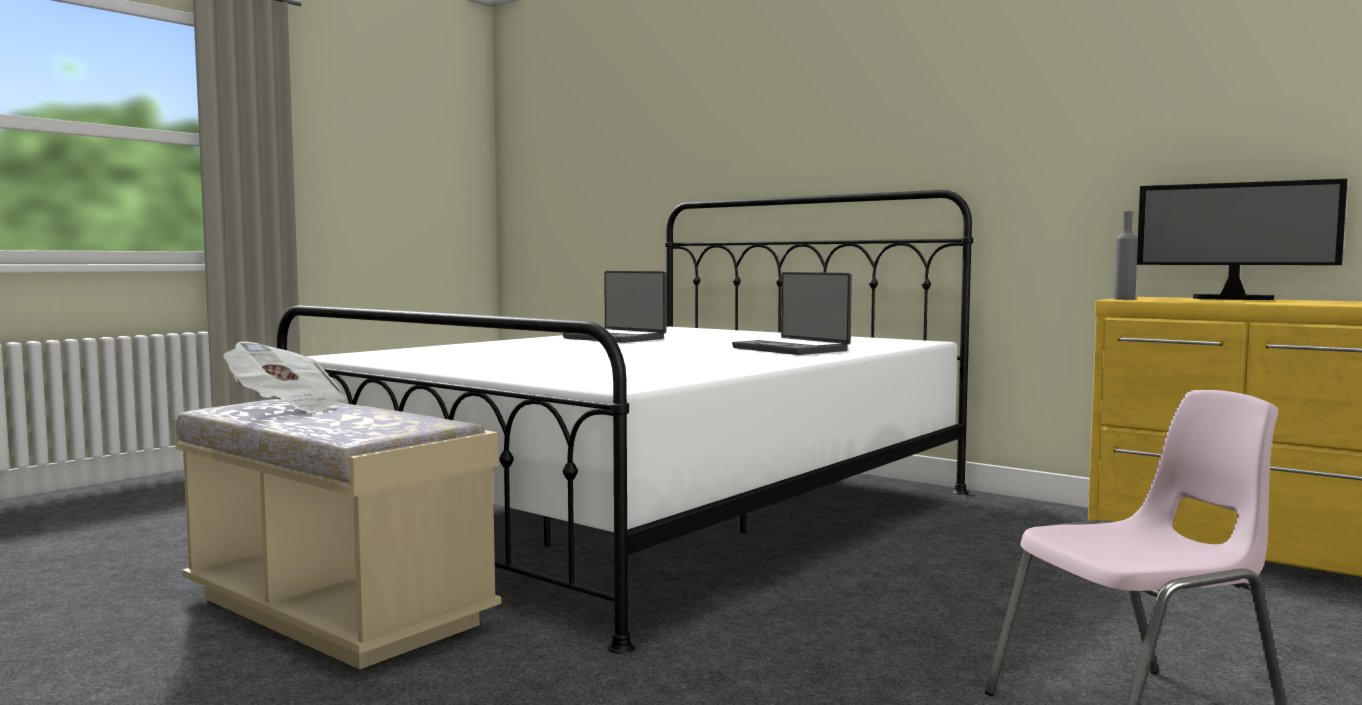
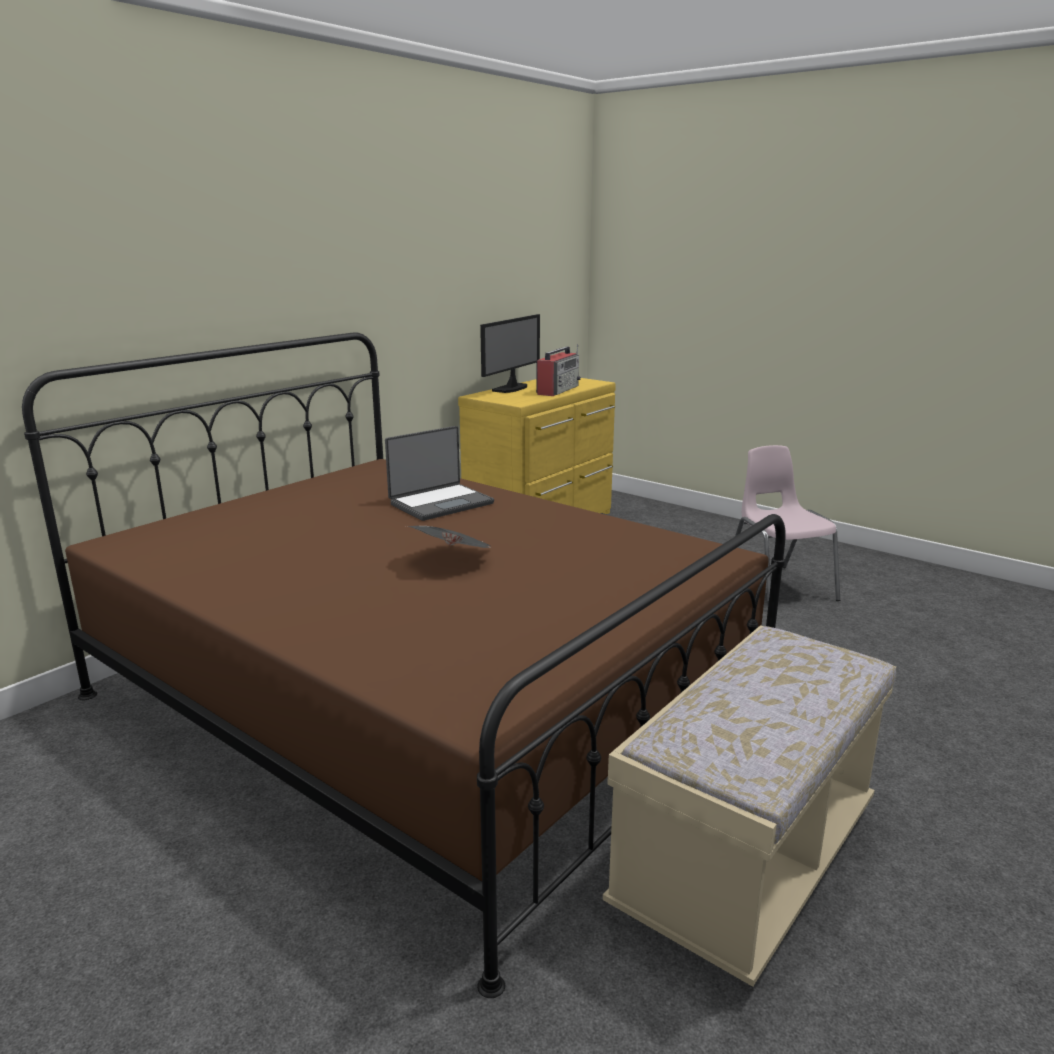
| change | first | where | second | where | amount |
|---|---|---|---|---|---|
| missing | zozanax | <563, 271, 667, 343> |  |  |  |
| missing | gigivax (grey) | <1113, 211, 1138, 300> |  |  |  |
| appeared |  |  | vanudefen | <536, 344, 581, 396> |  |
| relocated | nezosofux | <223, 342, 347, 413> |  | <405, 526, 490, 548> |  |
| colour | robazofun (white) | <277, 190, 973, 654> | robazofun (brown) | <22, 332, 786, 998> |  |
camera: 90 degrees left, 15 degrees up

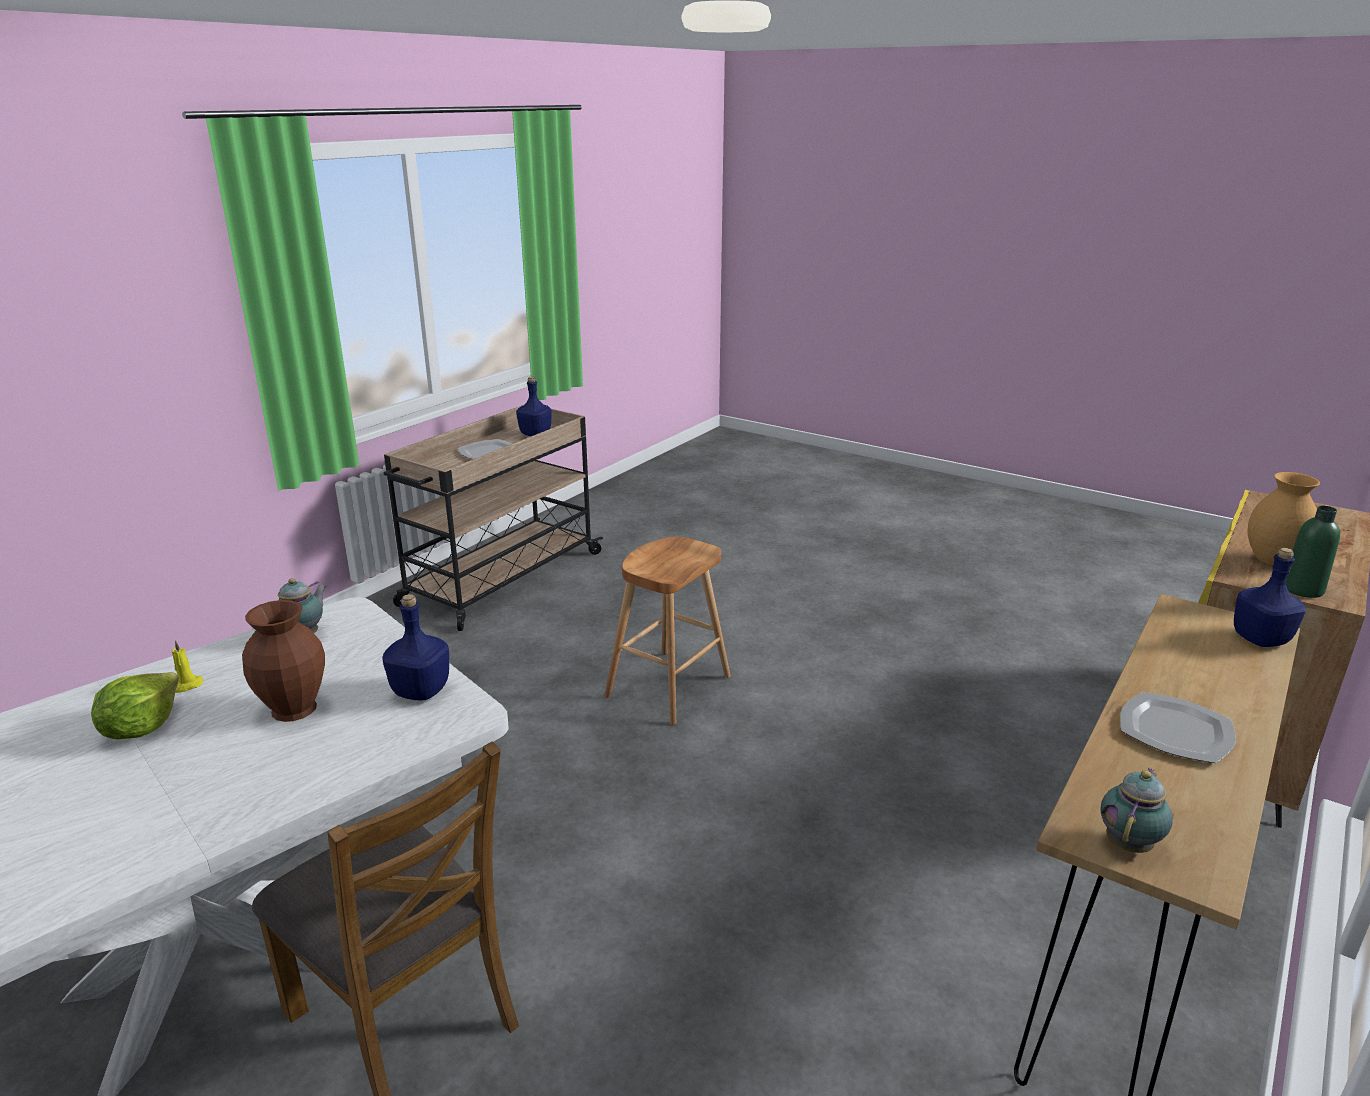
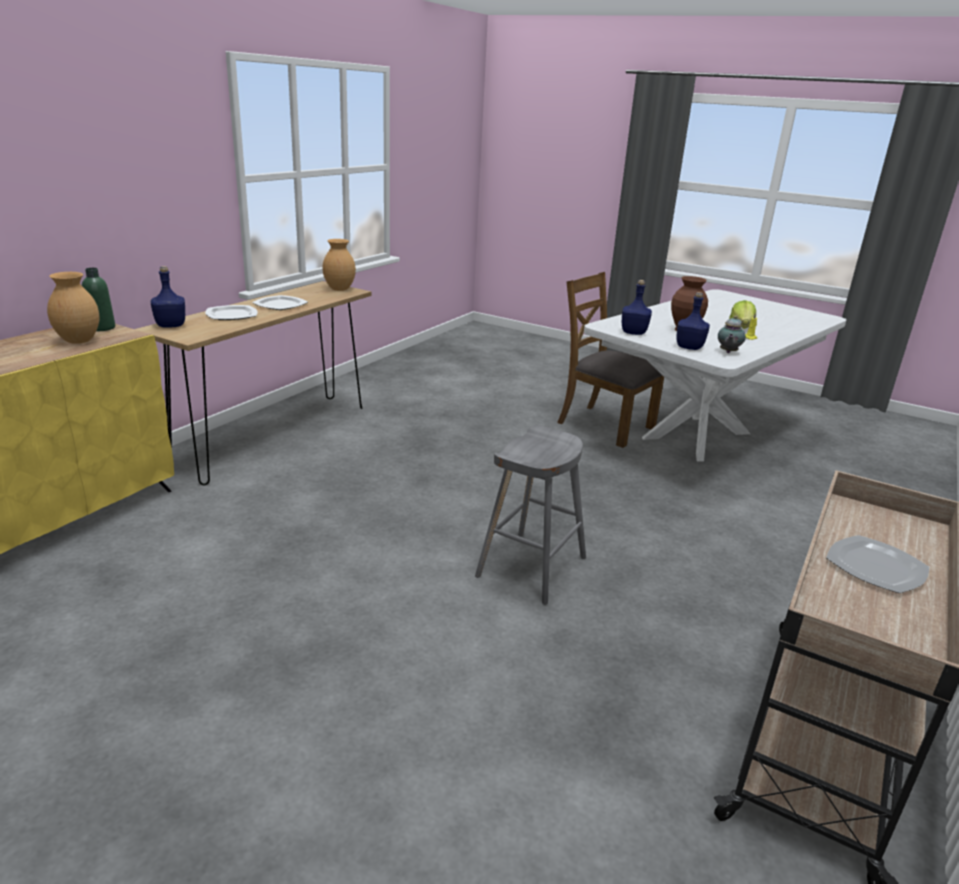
| change | first | where | second | where | amount |
|---|---|---|---|---|---|
| appeared |  |  | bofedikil | <205, 305, 258, 320> |  |
| relocated | gigivax (blue) | <516, 376, 552, 436> |  | <677, 292, 710, 350> |  |
| exchanged | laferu | <1101, 768, 1173, 853> | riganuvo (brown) | <322, 239, 356, 291> |  |
| colour | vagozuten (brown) | <604, 537, 731, 725> | vagozuten (grey) | <475, 425, 586, 605> |  |
camera: 175 degrees right, 0 degrees up

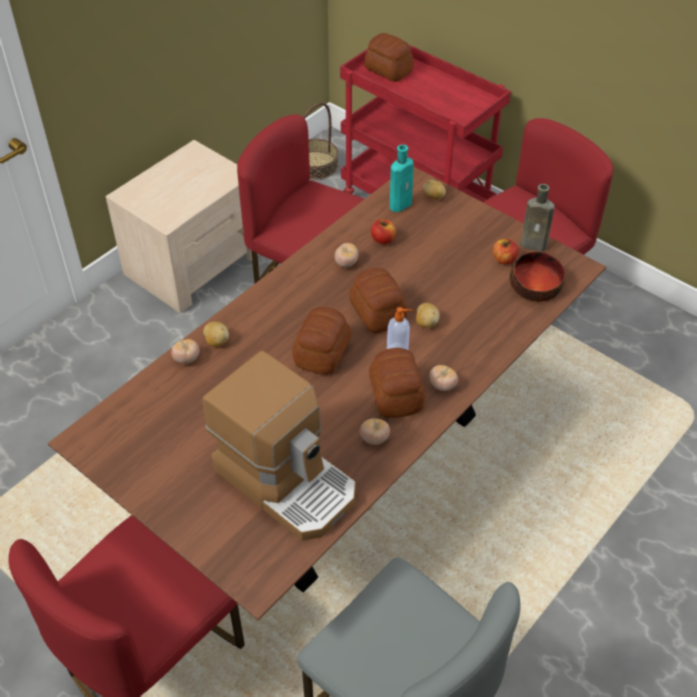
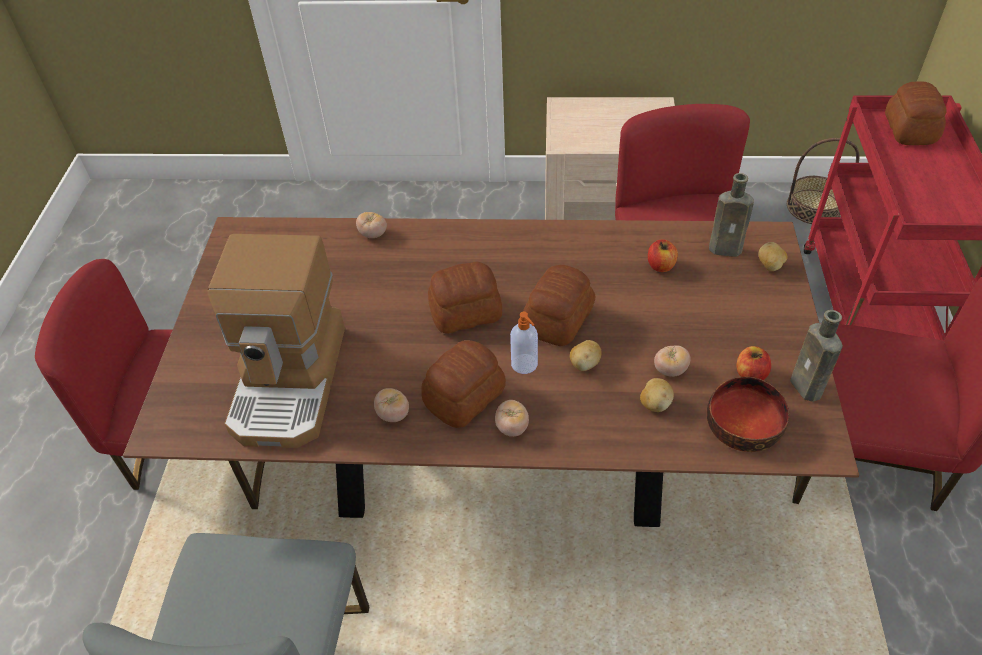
| change | first | where | second | where | amount |
|---|---|---|---|---|---|
| relocated | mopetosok | <203, 322, 229, 347> |  | <640, 378, 674, 412> |  |
| relocated | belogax | <335, 243, 359, 267> |  | <654, 345, 691, 377> |  |
| colour | gigivax (turquoise) | <390, 145, 414, 212> | gigivax (brown) | <709, 173, 754, 257> |  |
camera: 55 degrees right, 0 degrees up

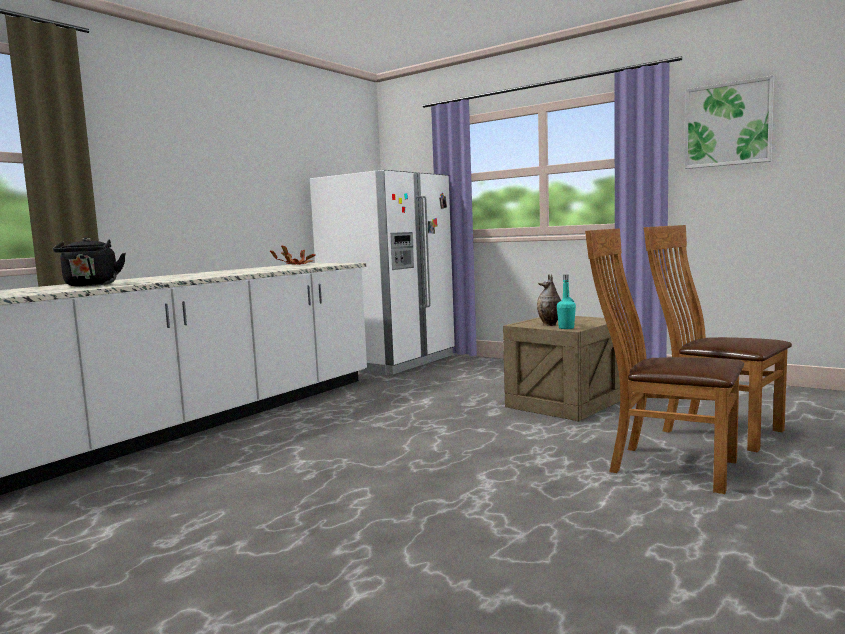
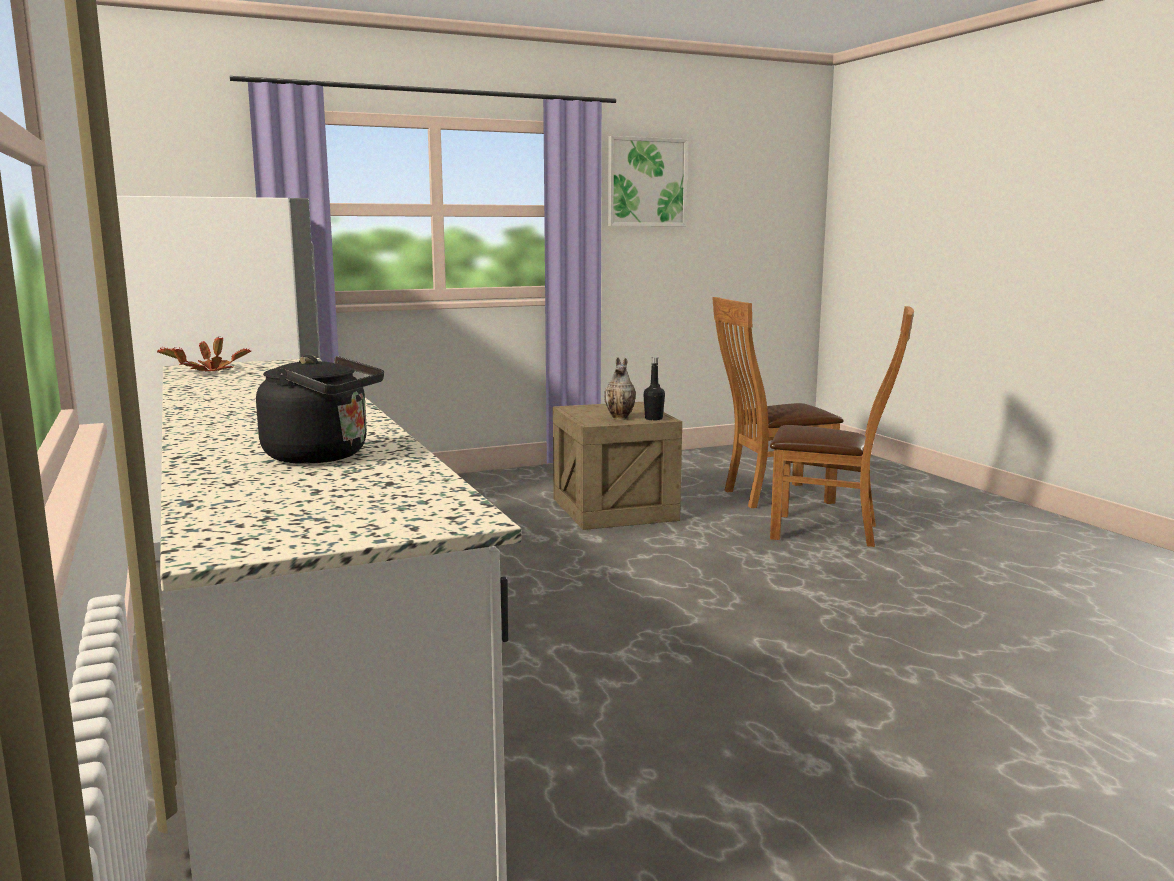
| change | first | where | second | where | amount |
|---|---|---|---|---|---|
| colour | gigivax (turquoise) | <557, 275, 576, 329> | gigivax (black) | <643, 357, 665, 421> |  |
| spun | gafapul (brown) | <585, 228, 744, 494> |  | <770, 306, 914, 547> | 135 degrees counterclockwise |
camera: 60 degrees left, 5 degrees up

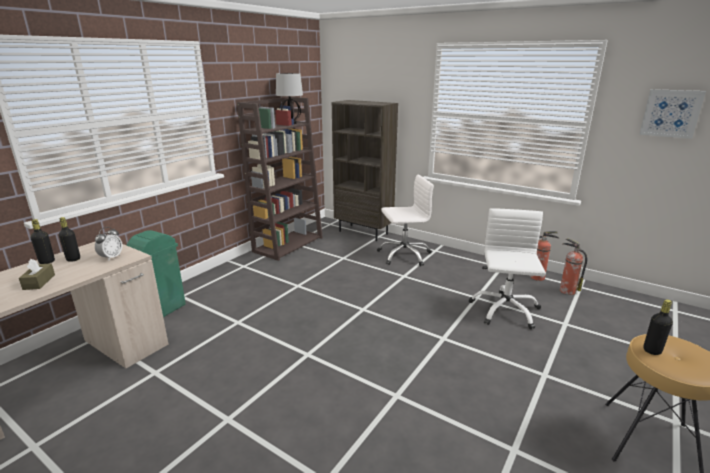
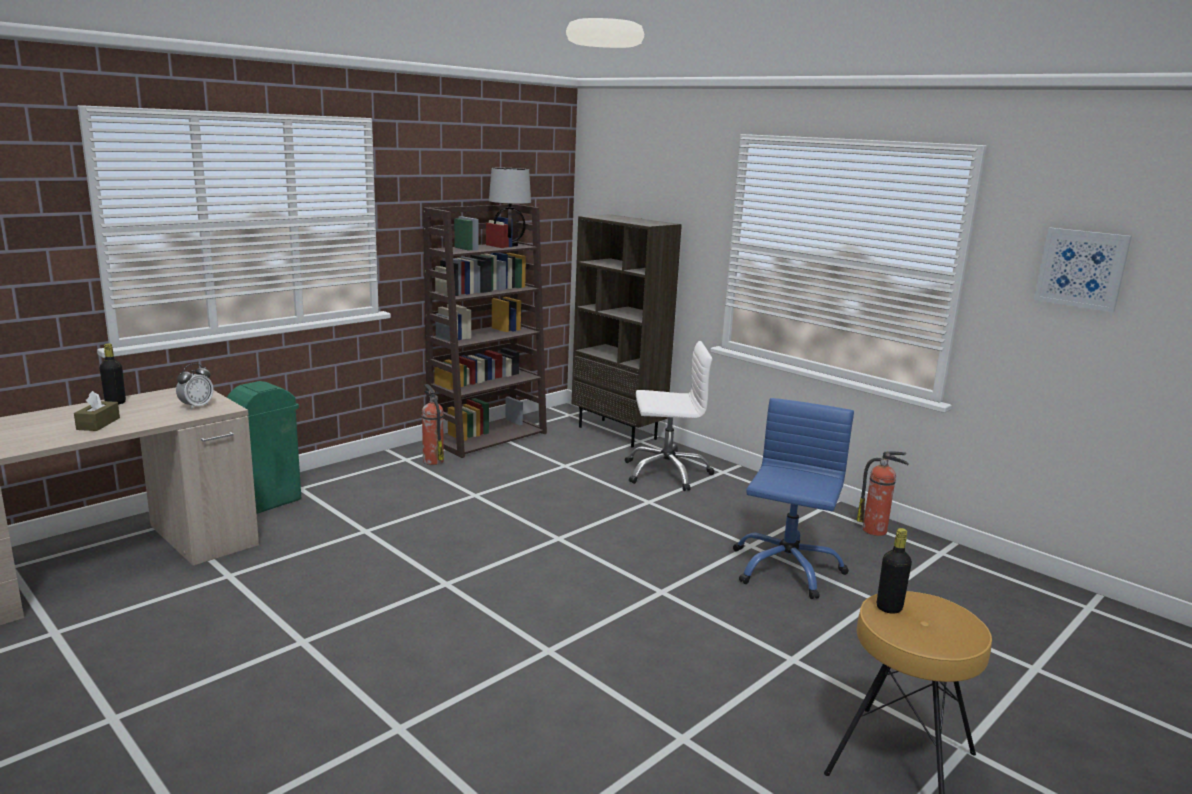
| change | first | where | second | where | amount |
|---|---|---|---|---|---|
| missing | gigivax (black) | <59, 217, 80, 262> |  |  |  |
| relocated | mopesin | <560, 238, 587, 295> |  | <422, 384, 444, 465> |  |
| colour | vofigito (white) | <469, 208, 546, 329> | vofigito (blue) | <733, 398, 854, 599> |  |
camera: 10 degrees right, 5 degrees down

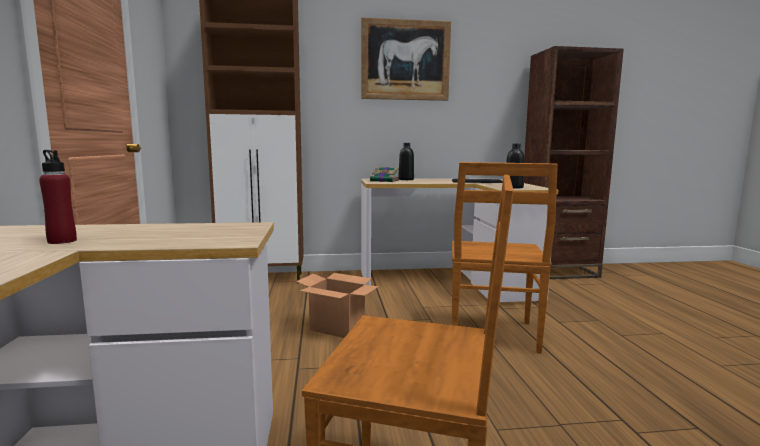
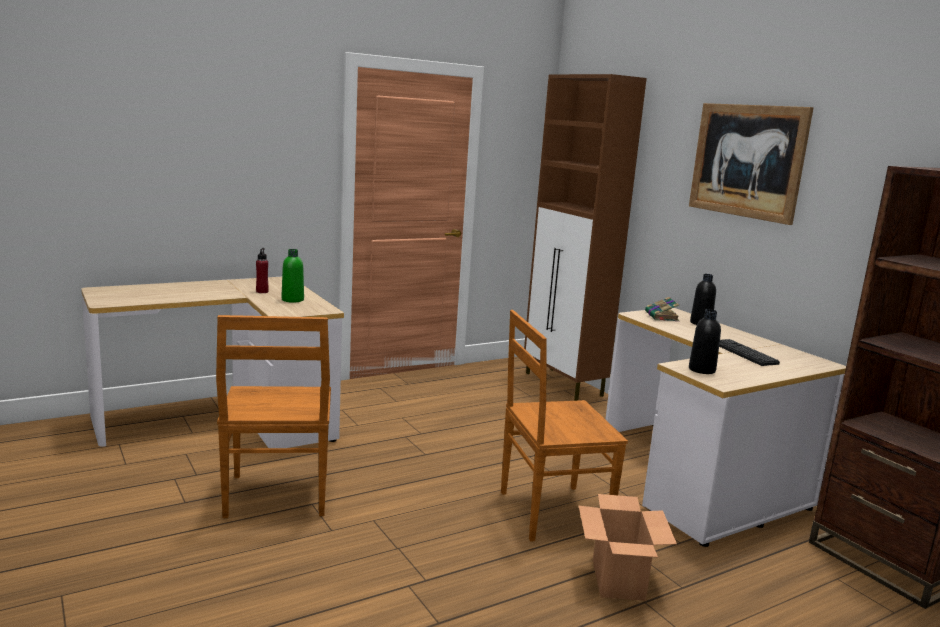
| change | first | where | second | where | amount |
|---|---|---|---|---|---|
| appeared |  |  | gigivax (green) | <282, 249, 304, 303> |  |
| relocated | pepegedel | <296, 273, 379, 338> |  | <579, 494, 677, 601> |  |
camera: 65 degrees right, 5 degrees up

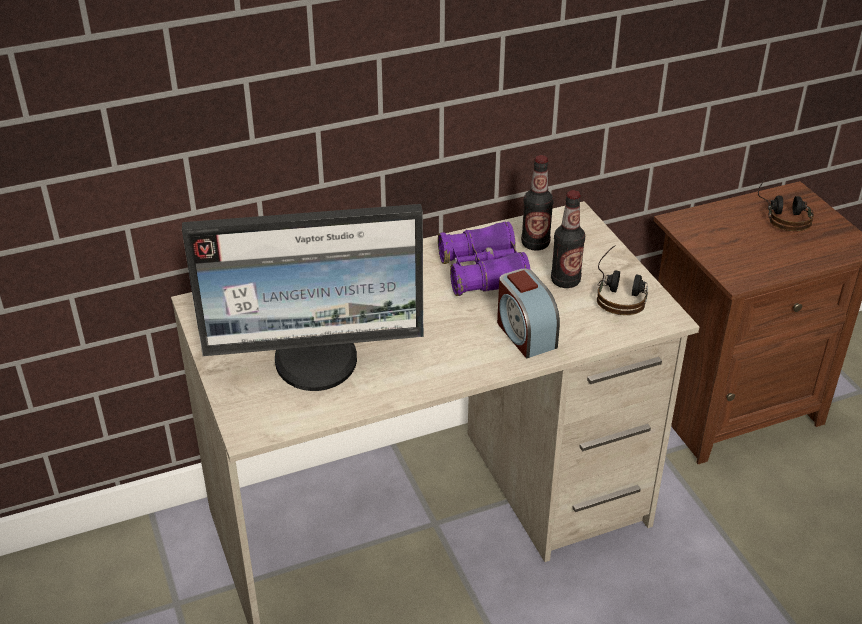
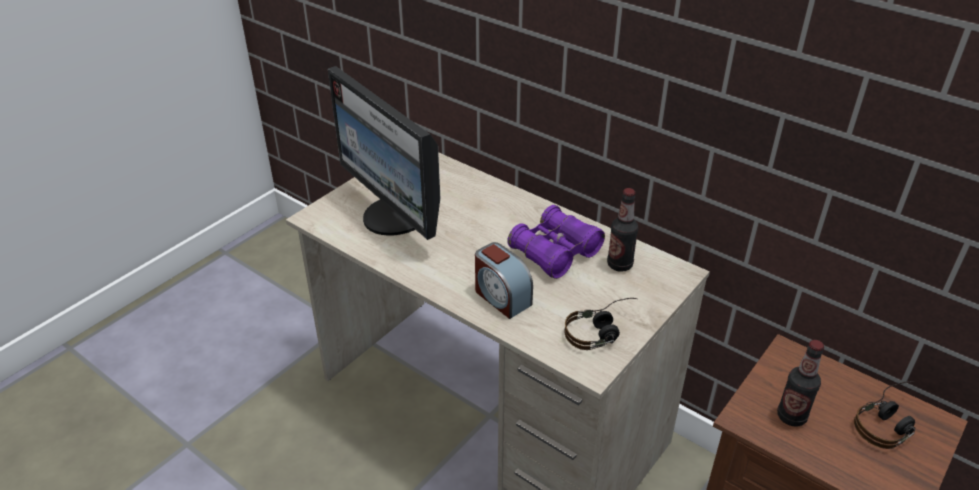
| change | first | where | second | where | amount |
|---|---|---|---|---|---|
| relocated | gigivax | <551, 190, 585, 288> |  | <777, 340, 824, 427> |  |
| spun | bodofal | <497, 269, 560, 358> |  | <475, 242, 533, 319> | 75 degrees counterclockwise |
camera: 60 degrees right, 0 degrees up

